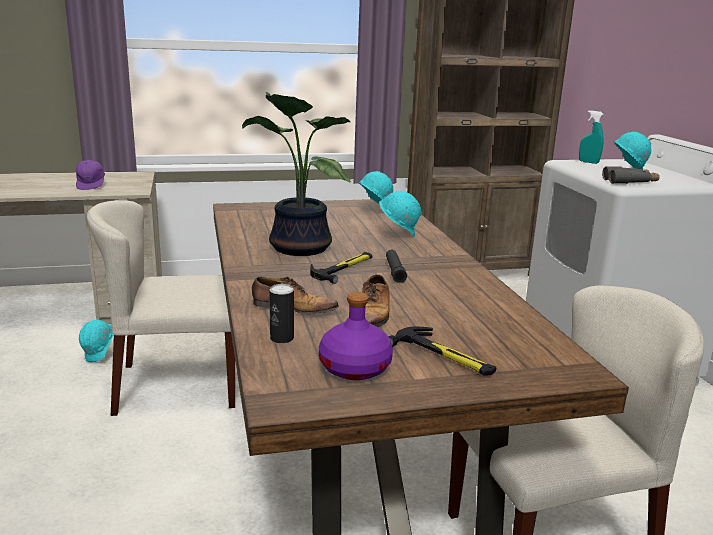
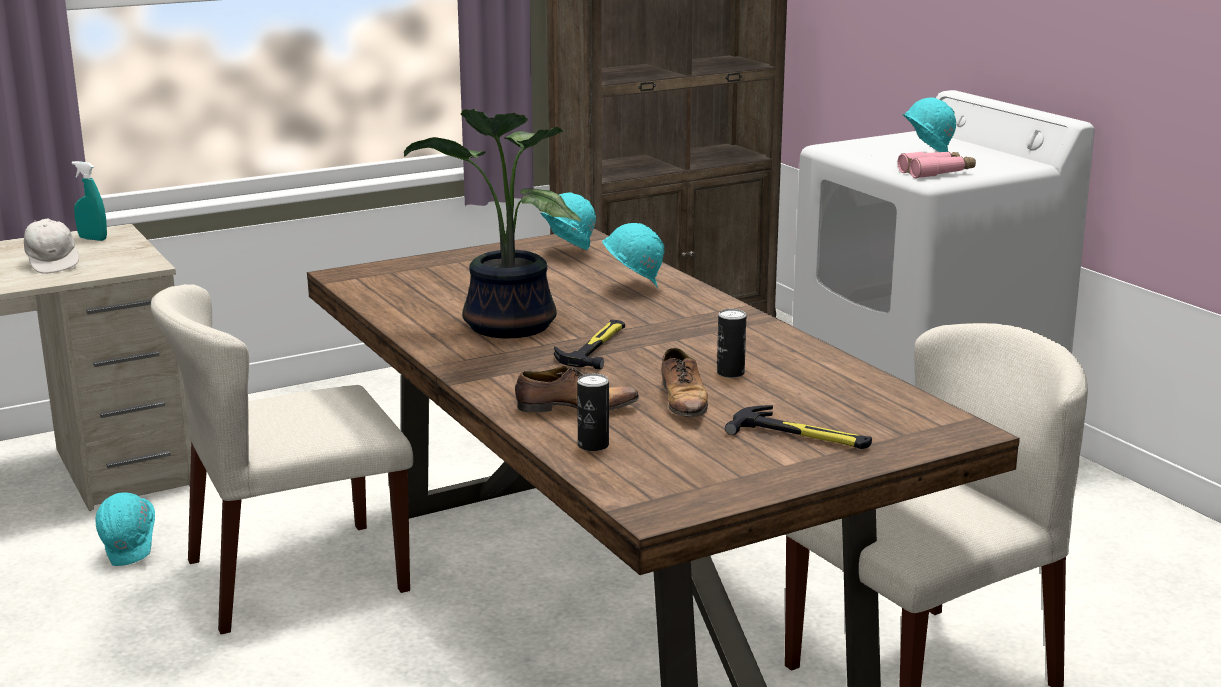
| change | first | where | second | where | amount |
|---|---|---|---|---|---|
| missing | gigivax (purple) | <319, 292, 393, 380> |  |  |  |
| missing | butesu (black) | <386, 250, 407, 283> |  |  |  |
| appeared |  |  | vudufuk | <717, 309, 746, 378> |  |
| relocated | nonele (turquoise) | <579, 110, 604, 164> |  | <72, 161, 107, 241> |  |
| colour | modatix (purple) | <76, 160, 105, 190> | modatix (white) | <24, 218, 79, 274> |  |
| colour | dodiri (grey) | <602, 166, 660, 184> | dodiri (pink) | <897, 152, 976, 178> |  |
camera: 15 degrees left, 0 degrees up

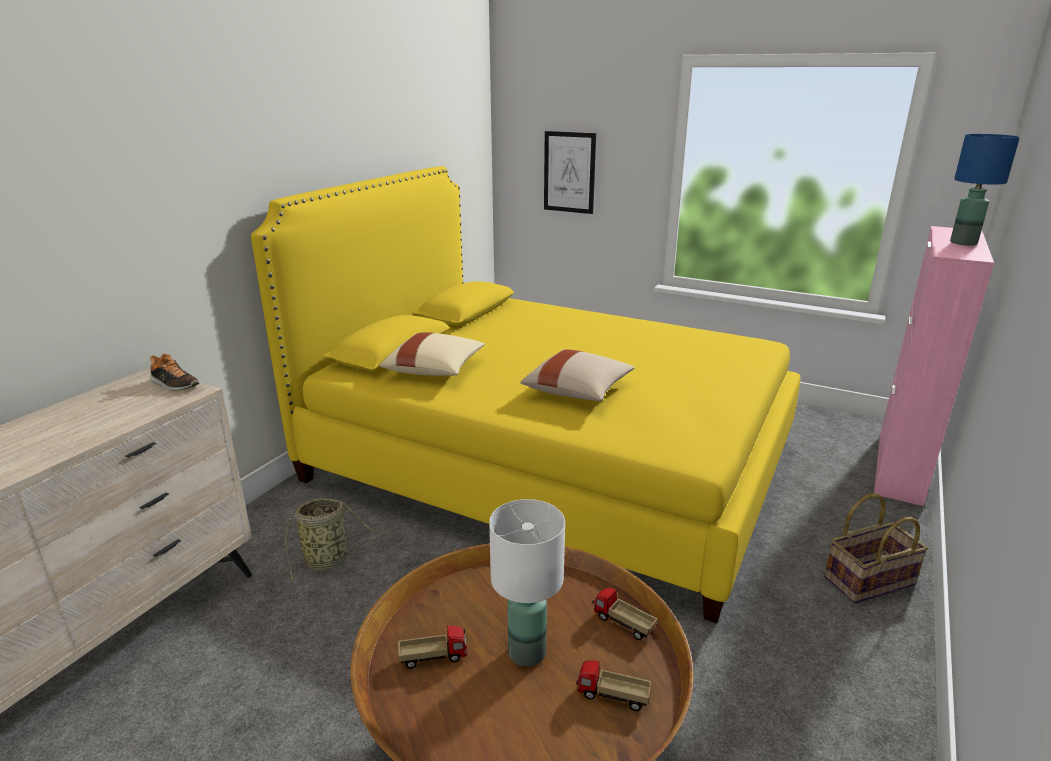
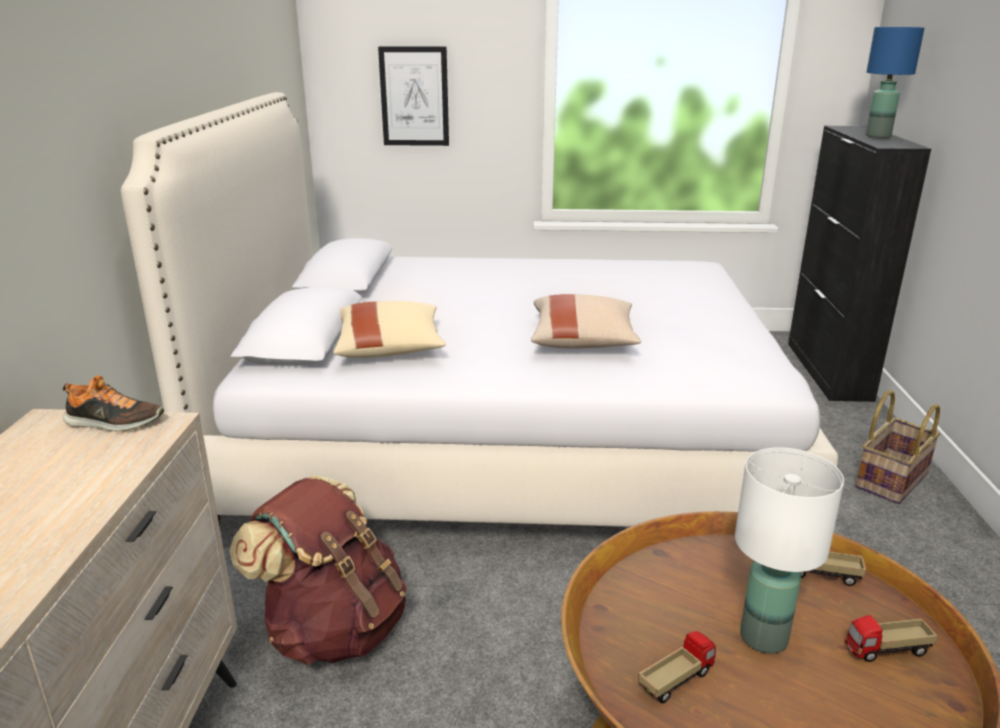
| change | first | where | second | where | amount |
|---|---|---|---|---|---|
| exchanged | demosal | <280, 498, 389, 580> | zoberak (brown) | <229, 476, 407, 665> |  |
| colour | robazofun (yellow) | <251, 166, 801, 623> | robazofun (white) | <121, 92, 838, 527> |  |
| colour | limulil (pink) | <874, 226, 994, 506> | limulil (black) | <788, 126, 931, 402> |  |
camera: 25 degrees left, 0 degrees up

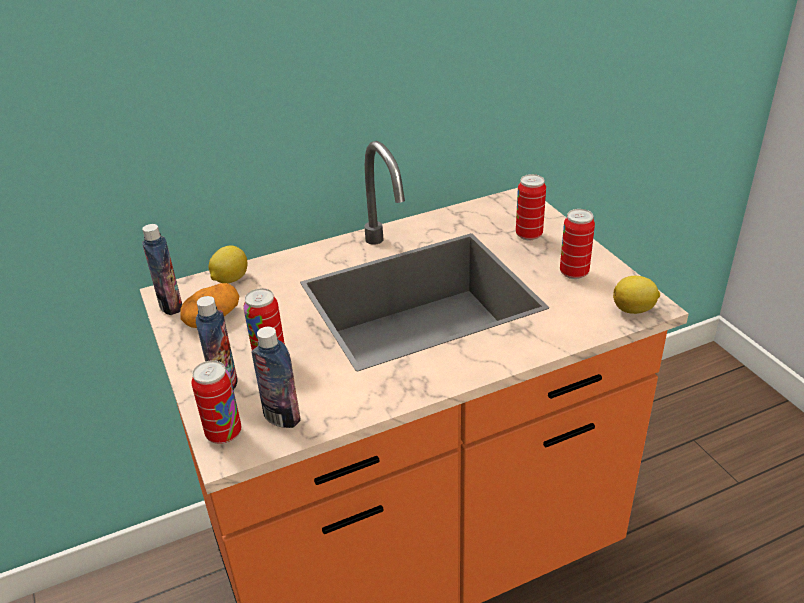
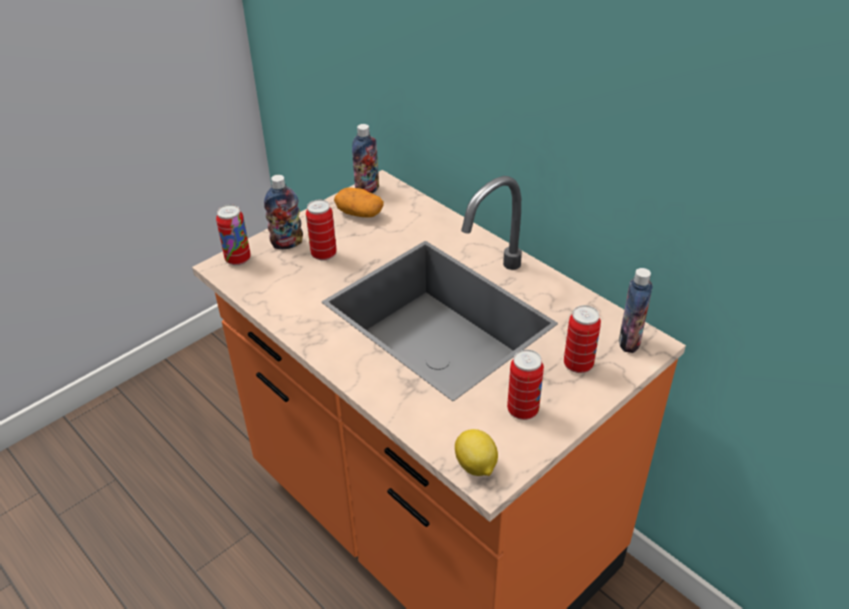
| change | first | where | second | where | amount |
|---|---|---|---|---|---|
| missing | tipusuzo | <208, 245, 248, 283> |  |  |  |
| relocated | gigivax | <252, 327, 301, 428> |  | <619, 268, 652, 353> |  |
camera: 70 degrees right, 5 degrees up

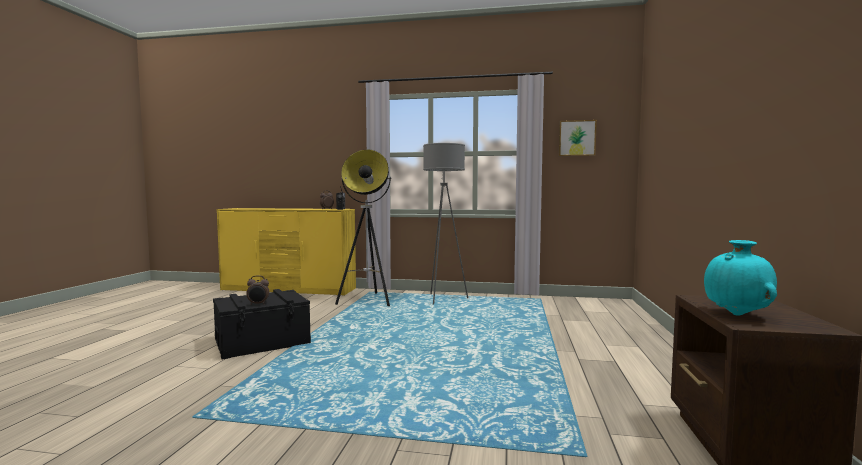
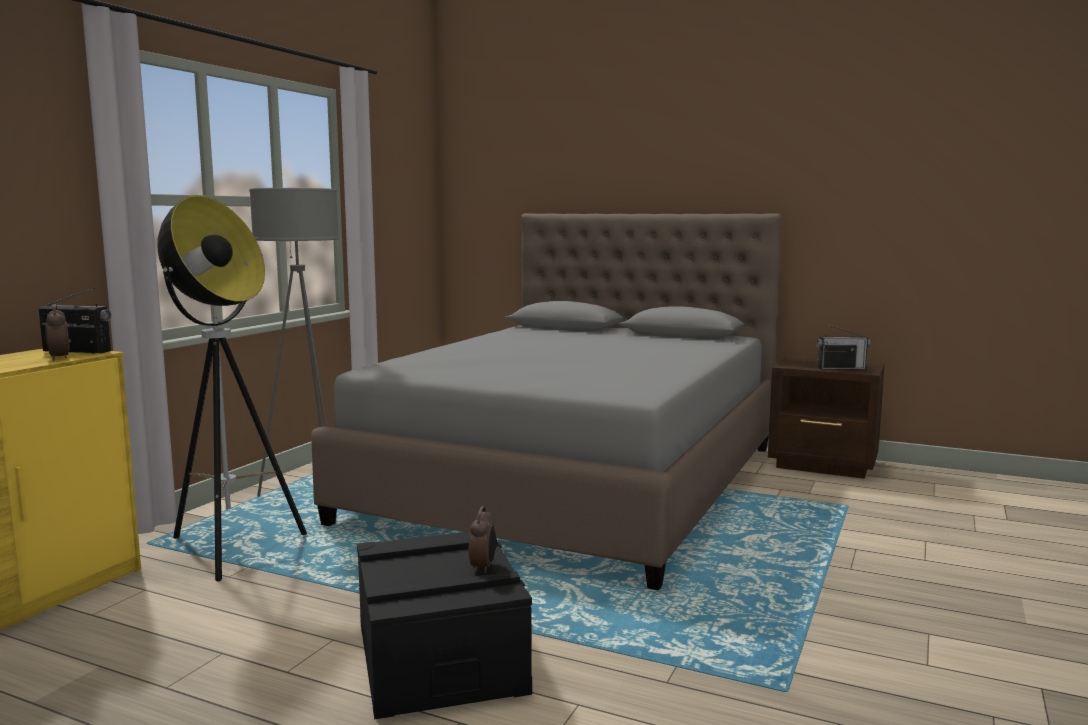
| change | first | where | second | where | amount |
|---|---|---|---|---|---|
| missing | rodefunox | <559, 120, 597, 156> |  |  |  |
| appeared |  |  | robazofun (grey) | <311, 213, 782, 591> |  |
| exchanged | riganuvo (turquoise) | <704, 240, 777, 316> | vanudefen | <816, 324, 871, 370> |  |
camera: 75 degrees left, 5 degrees up

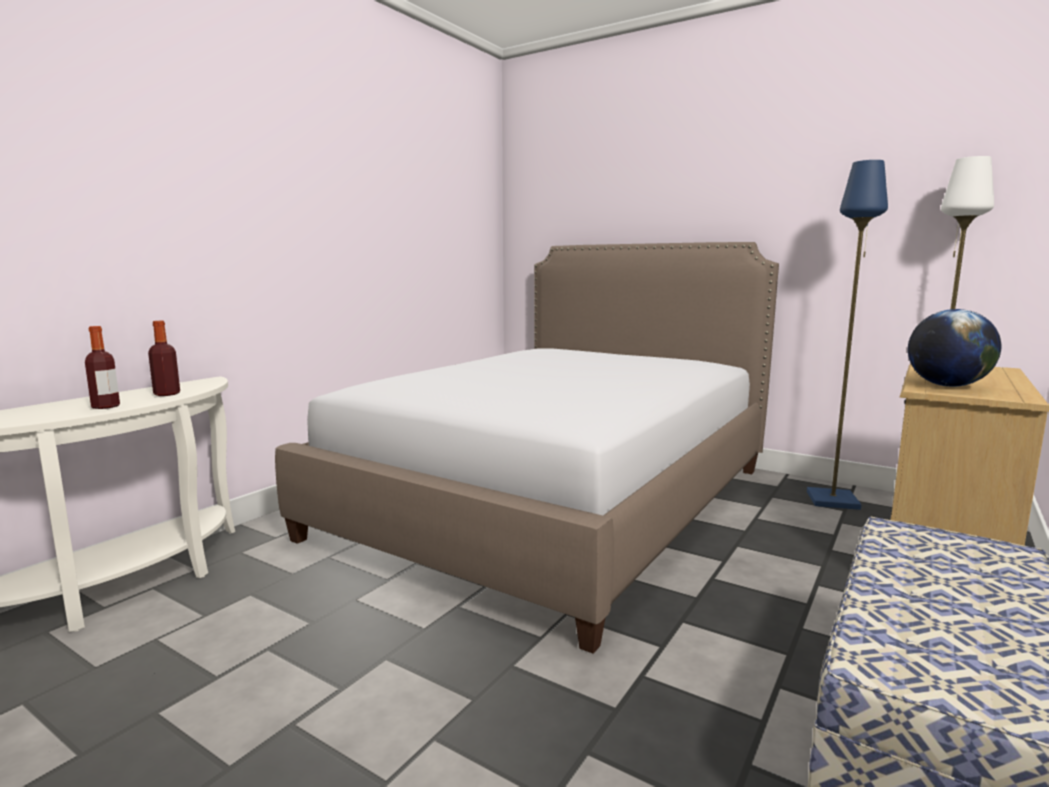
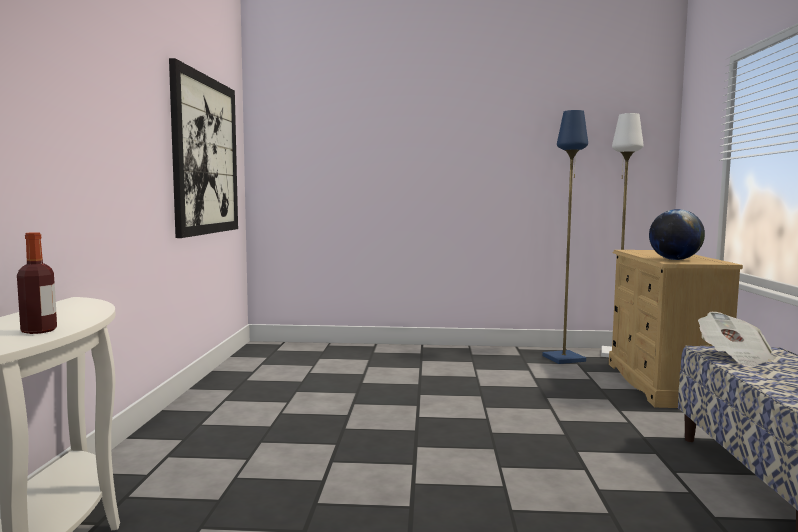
| change | first | where | second | where | amount |
|---|---|---|---|---|---|
| missing | gigivax | <148, 321, 180, 396> |  |  |  |
| missing | robazofun | <275, 242, 779, 654> |  |  |  |
| appeared |  |  | rodefunox | <169, 58, 238, 238> |  |
| appeared |  |  | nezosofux | <698, 312, 776, 367> |  |
camera: 30 degrees left, 5 degrees down

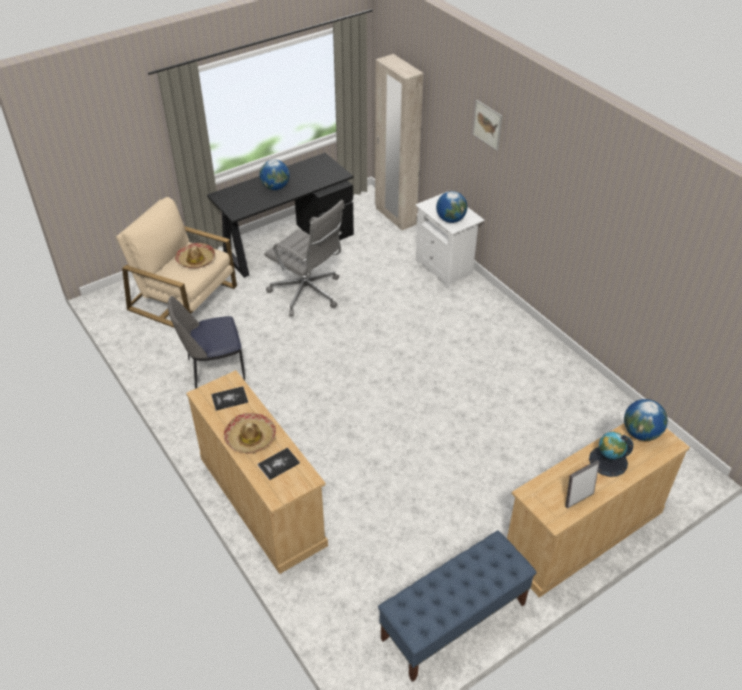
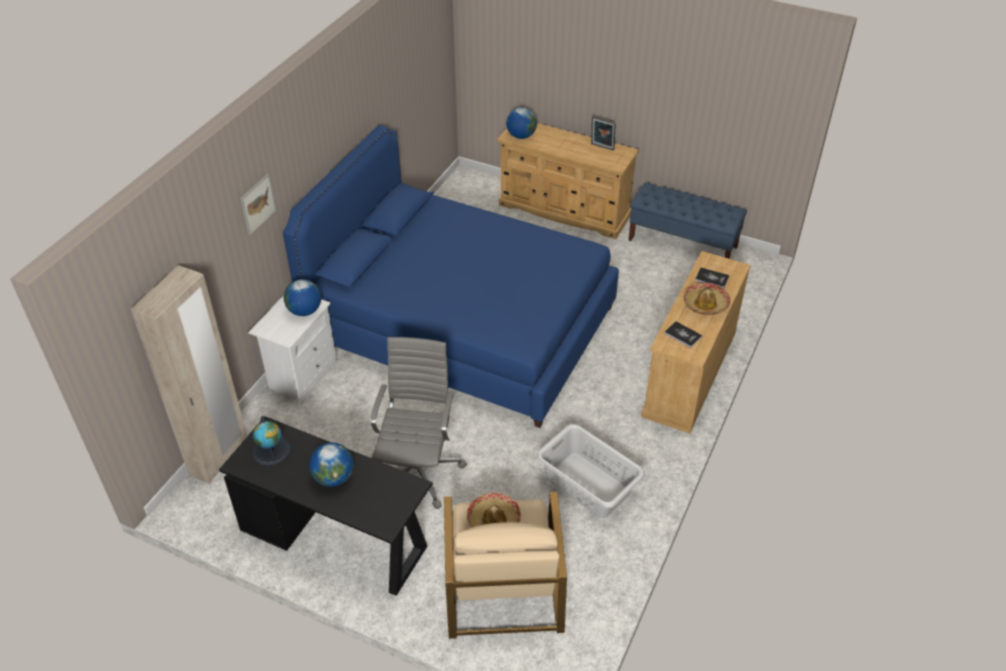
| change | first | where | second | where | amount |
|---|---|---|---|---|---|
| appeared |  |  | robazofun (blue) | <283, 125, 619, 428> |  |
| relocated | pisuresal | <589, 432, 634, 477> |  | <252, 416, 290, 466> |  |
| exchanged | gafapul | <168, 296, 245, 389> | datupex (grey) | <537, 424, 644, 518> |  |
camera: 120 degrees left, 0 degrees up

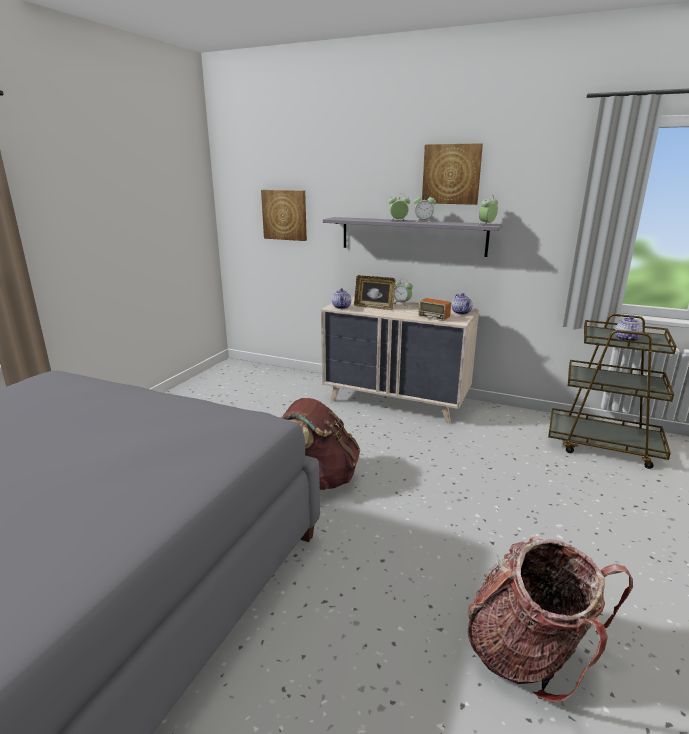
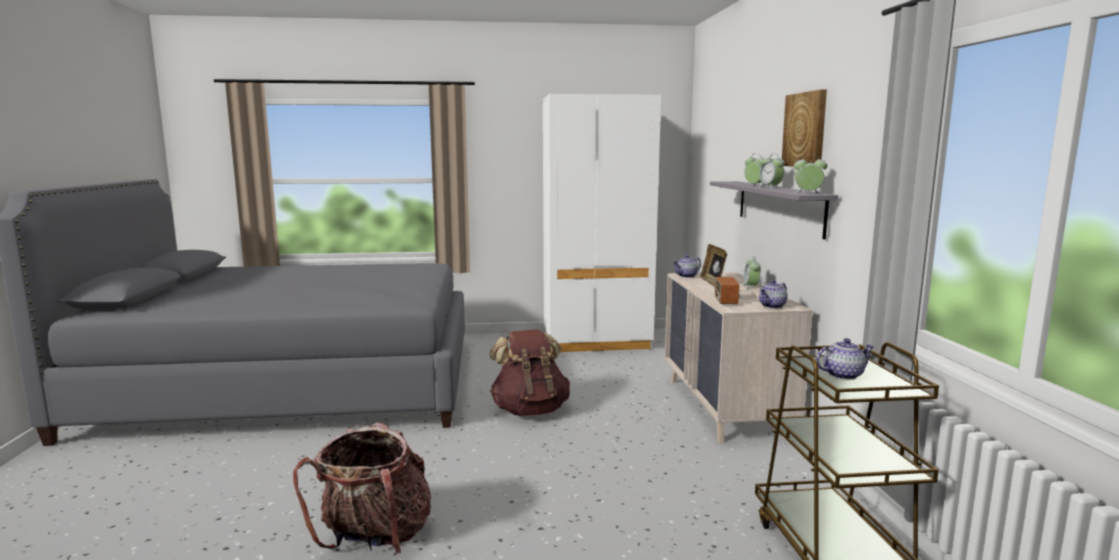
| change | first | where | second | where | amount |
|---|---|---|---|---|---|
| missing | rodefunox | <261, 190, 307, 241> |  |  |  |
| appeared |  |  | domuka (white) | <543, 94, 661, 352> |  |
camera: 60 degrees right, 10 degrees down

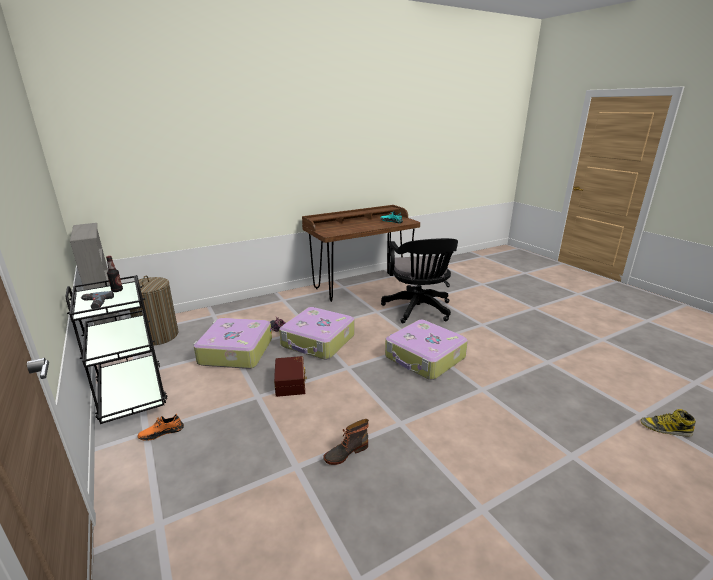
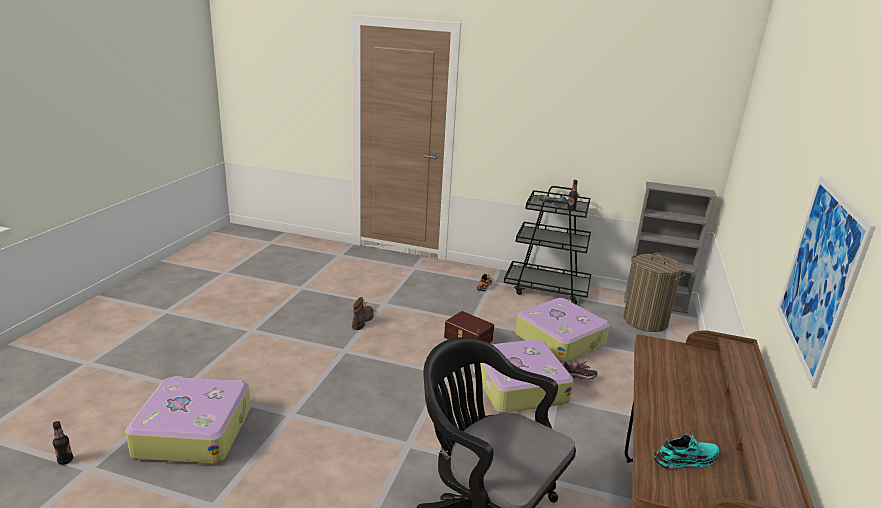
| change | first | where | second | where | amount |
|---|---|---|---|---|---|
| appeared |  |  | rodefunox | <777, 176, 876, 389> |  |
| relocated | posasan | <385, 320, 468, 380> |  | <125, 376, 251, 464> |  |
| exchanged | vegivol | <640, 409, 696, 437> | gigivax | <53, 421, 73, 465> |  |
camera: 135 degrees right, 0 degrees up

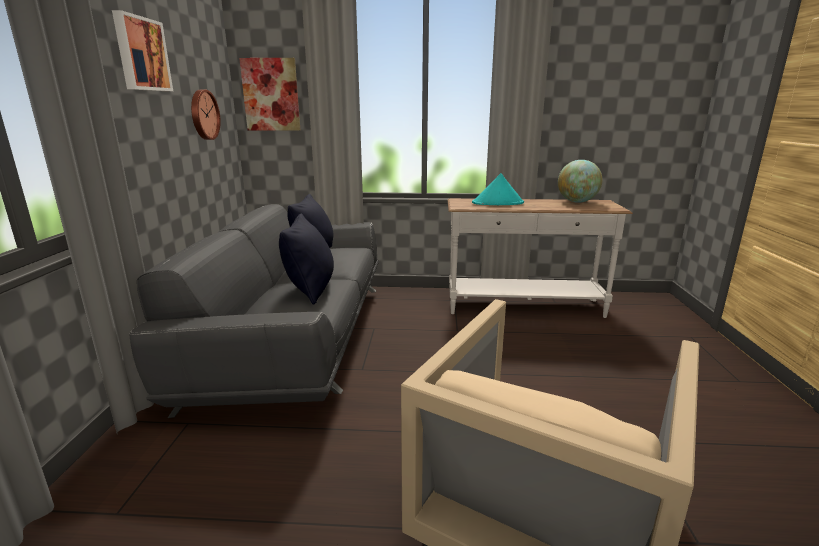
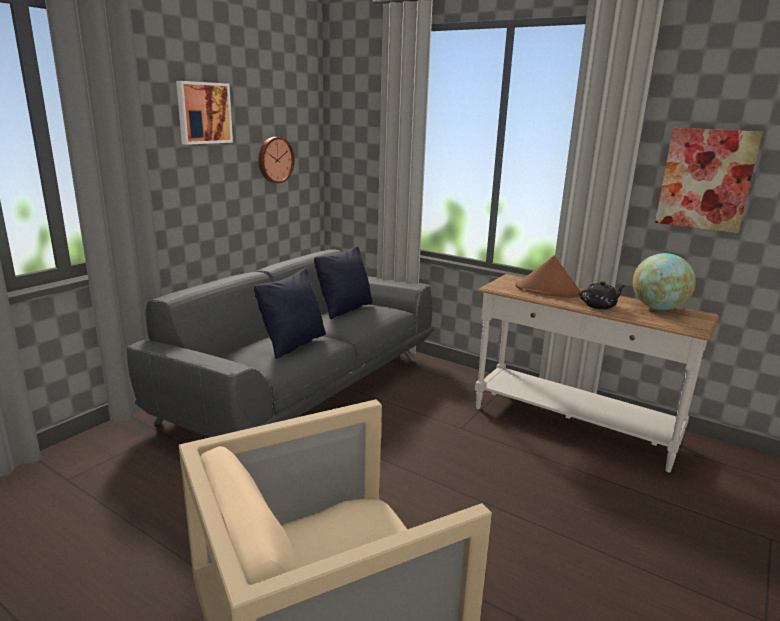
| change | first | where | second | where | amount |
|---|---|---|---|---|---|
| appeared |  |  | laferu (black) | <579, 281, 626, 309> |  |
| relocated | rodefunox | <239, 58, 300, 131> |  | <655, 128, 762, 233> |  |
| colour | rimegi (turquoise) | <472, 173, 524, 205> | rimegi (brown) | <516, 255, 580, 298> |  |
camera: 30 degrees right, 0 degrees up

